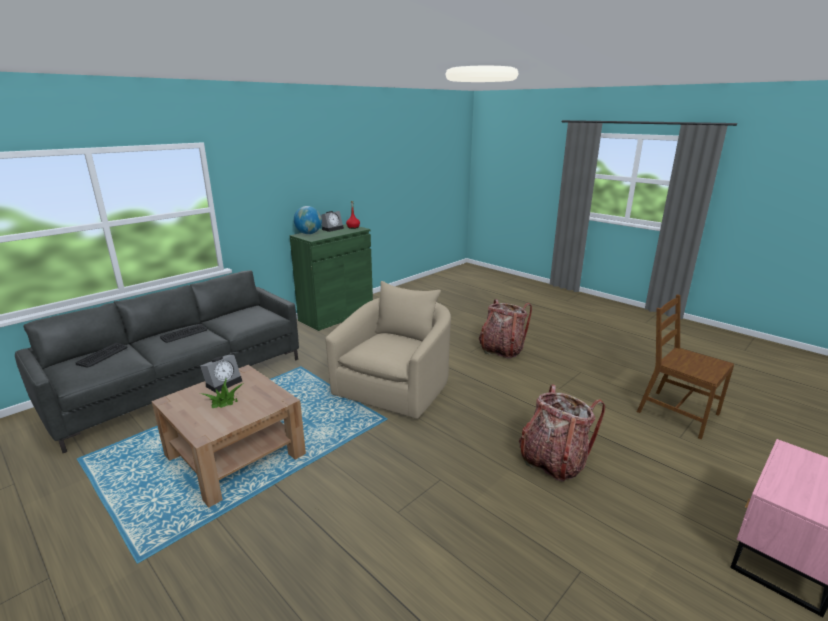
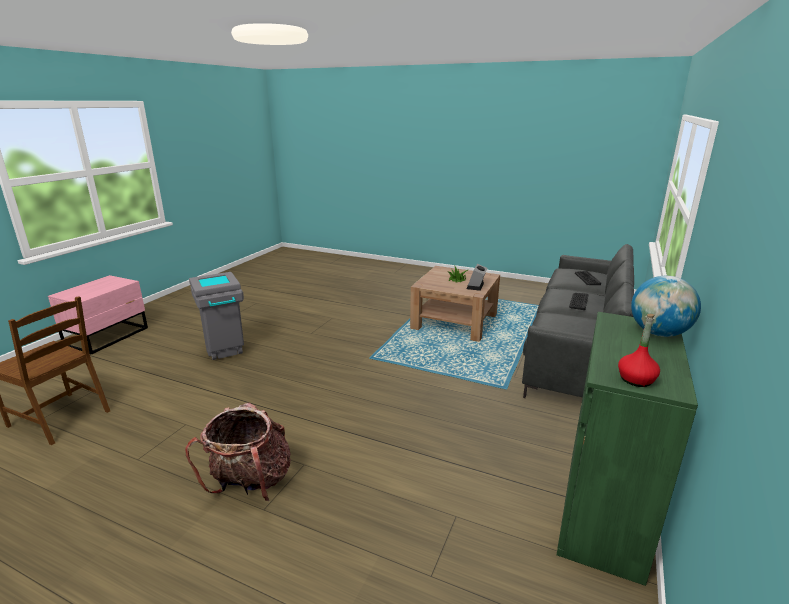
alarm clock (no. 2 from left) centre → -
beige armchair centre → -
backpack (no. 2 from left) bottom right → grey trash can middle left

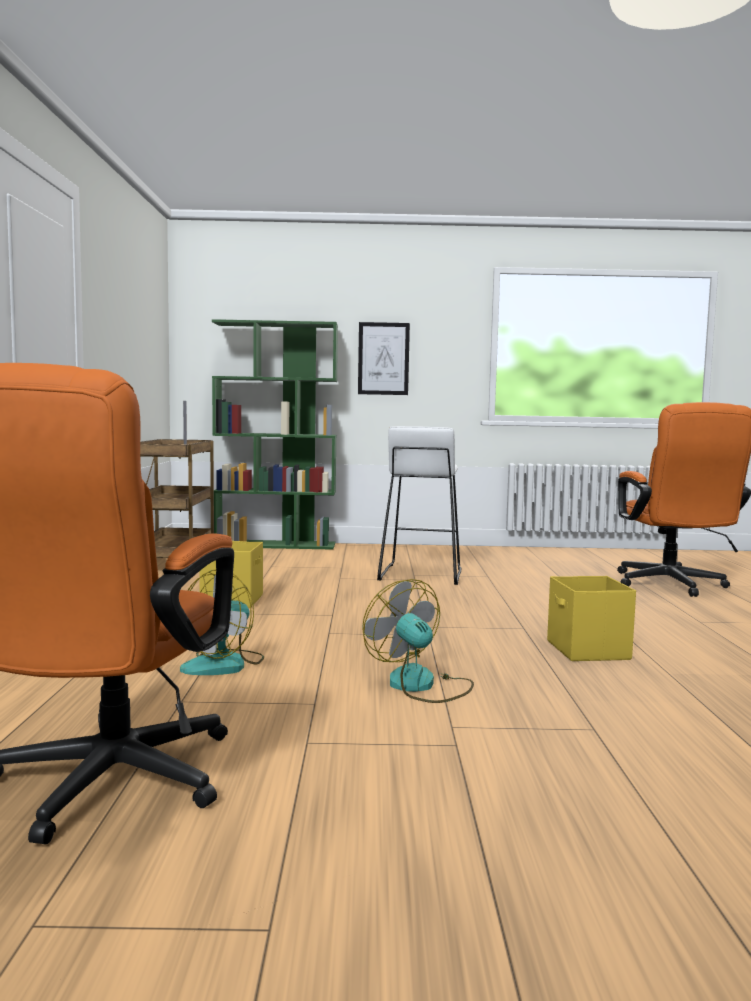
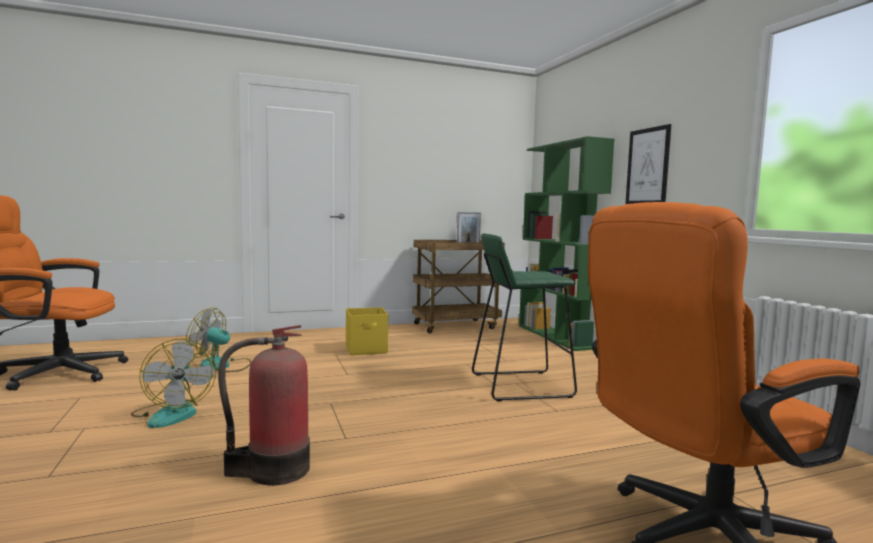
white stool centre → green stool centre
yellow storage box (no. 2 from left) middle right → fire extinguisher bottom left
fan (no. 2 from left in the first image) centre → fan (no. 1 from left) bottom left, 120 degrees clockwise

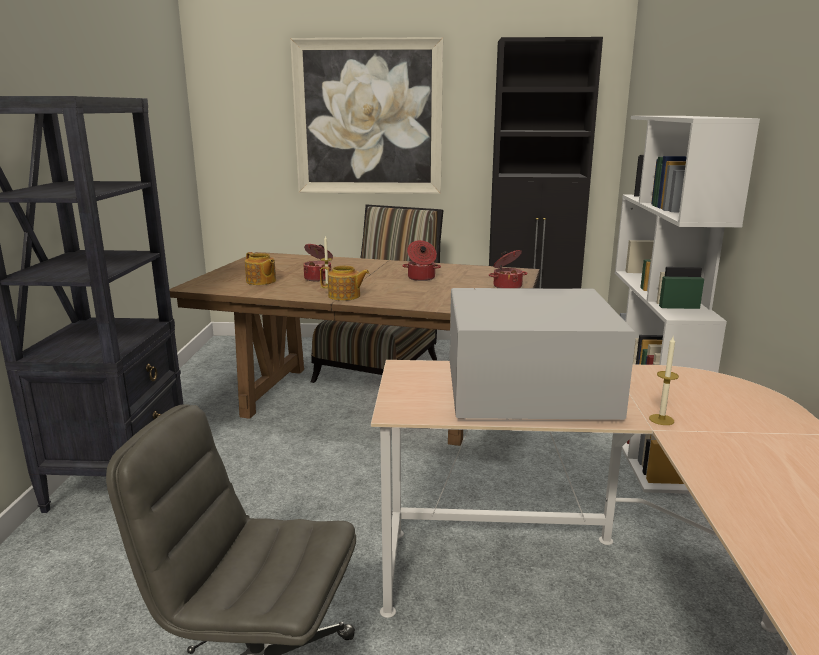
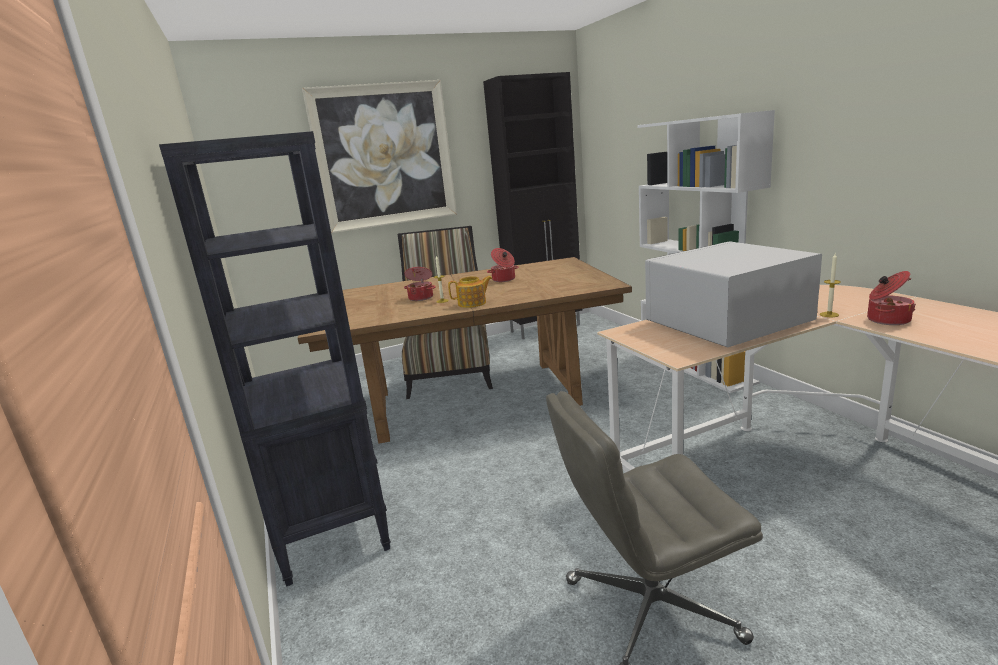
cooking pot (no. 3 from left) centre → cooking pot (no. 3 from left) middle right, shifted
teapot (no. 1 from left) middle left → -

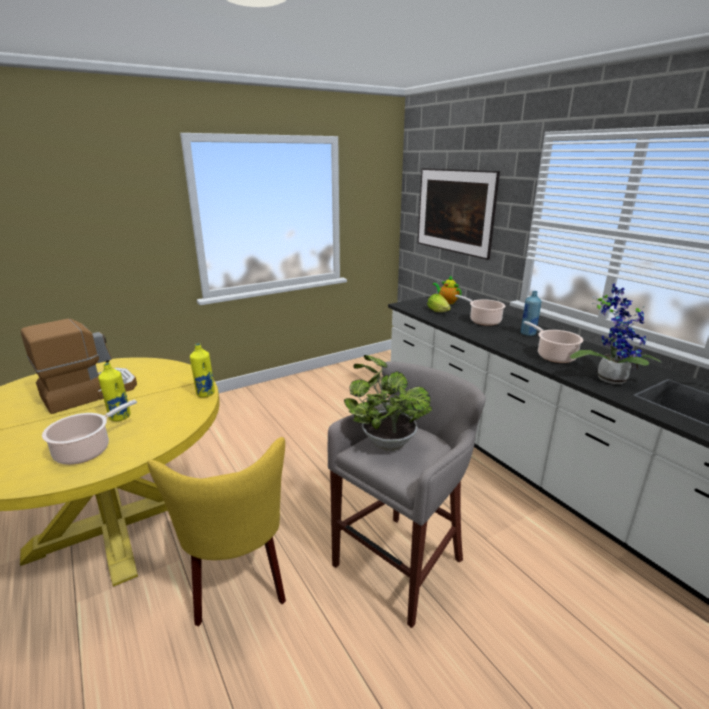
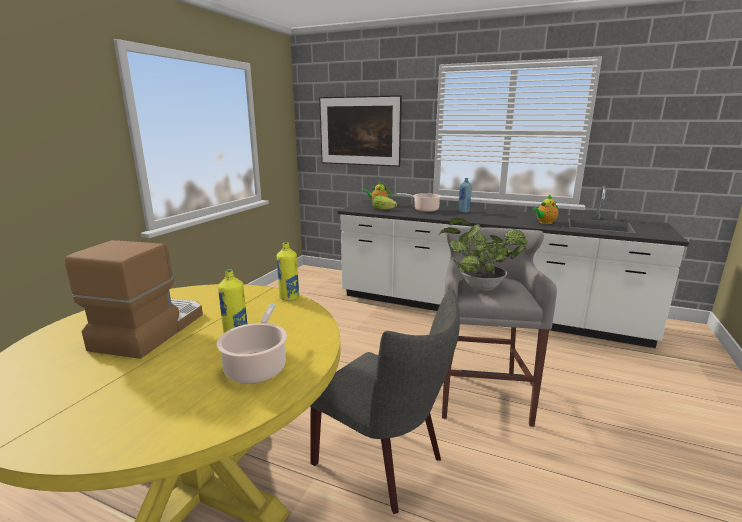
potted plant (no. 2 from left) middle right → teapot (no. 2 from left) middle right
cooking pot (no. 3 from left) middle right → -
yellow chair bottom left → grey chair bottom centre

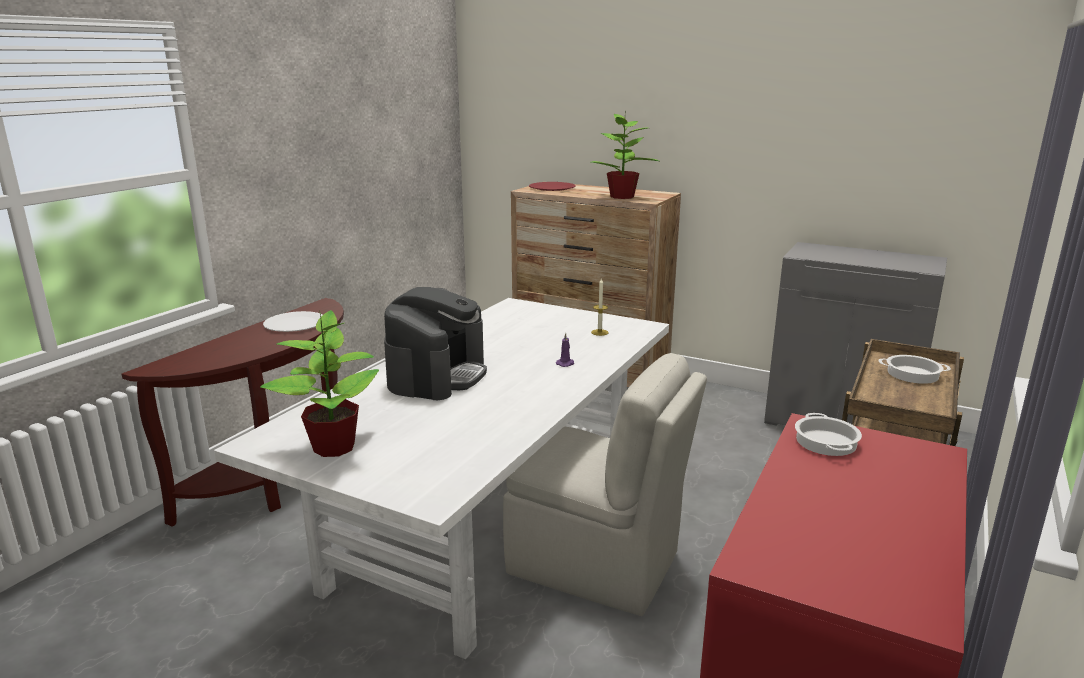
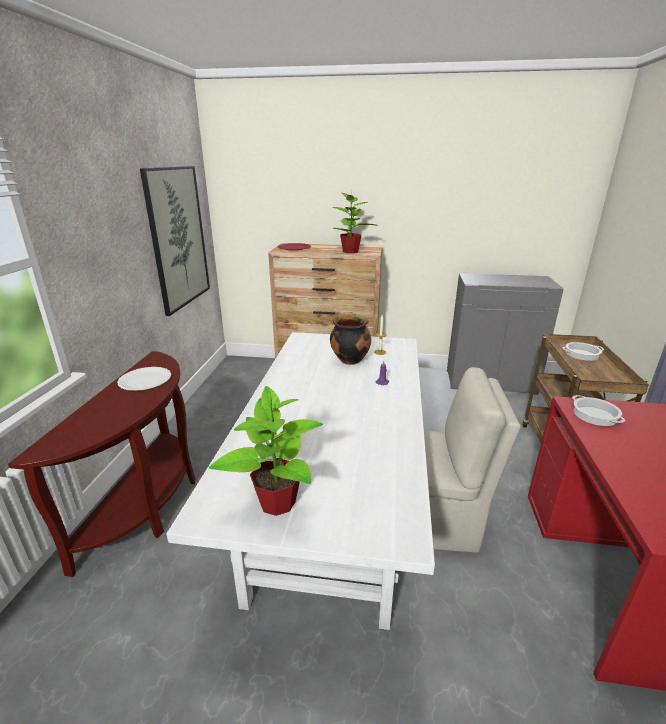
coffee machine centre → -
- → picture top left
- → cooking pot (no. 1 from left) centre

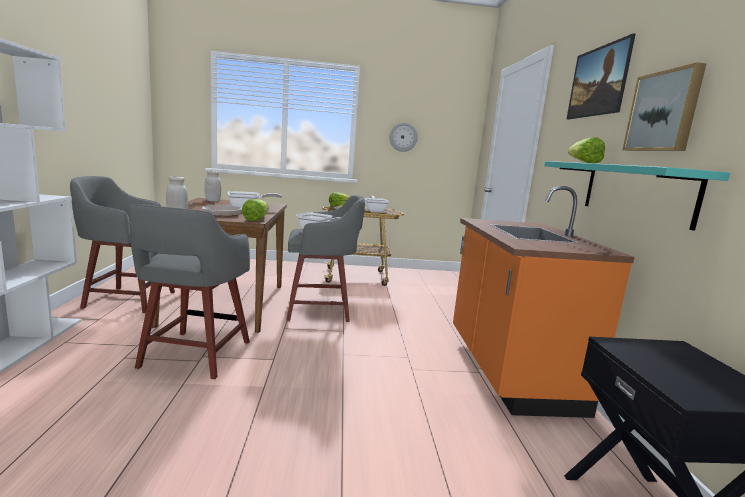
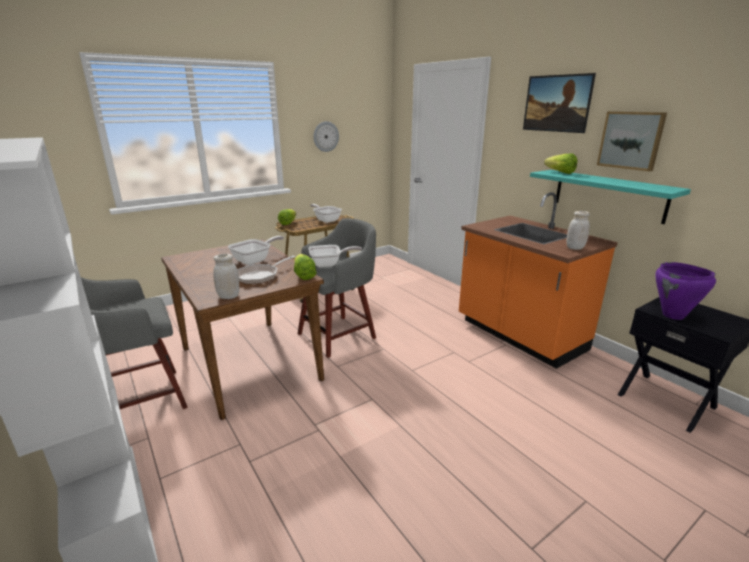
white jar (no. 2 from left) middle left → white jar (no. 2 from left) middle right, shifted
grey stool (no. 2 from left) middle left → -
- → purple cooking pot middle right

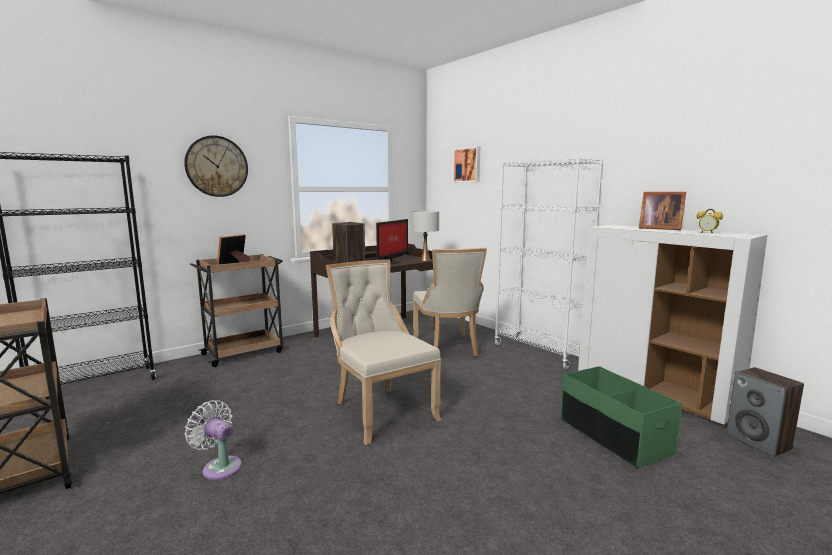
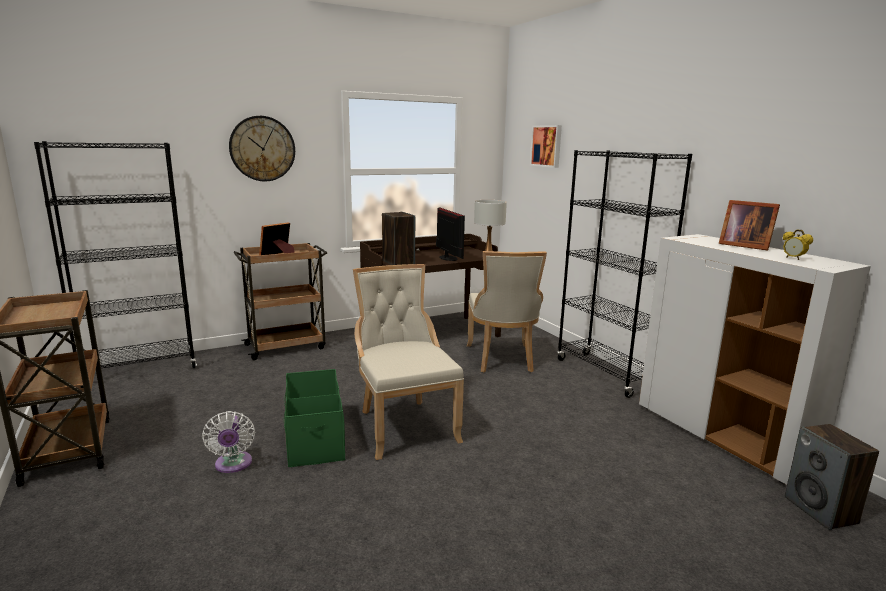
white bookcase centre → black bookcase (no. 2 from left) middle right
monitor centre, 60 degrees counterclockwise
green storage box bottom right → green storage box bottom centre, shifted
white fan bottom left, 150 degrees counterclockwise

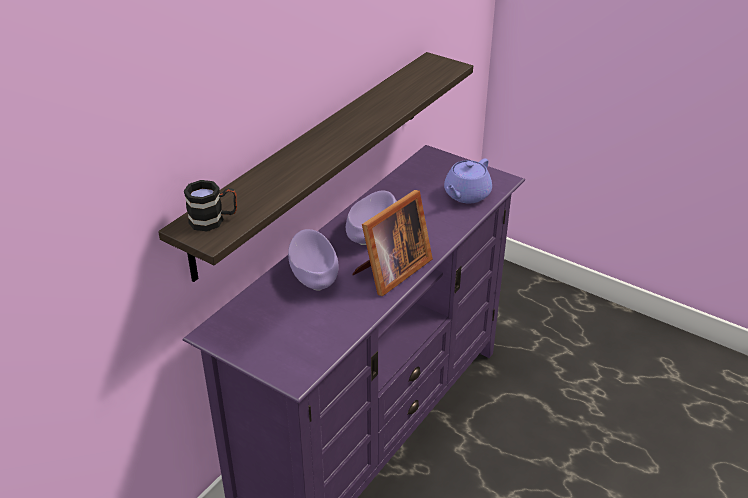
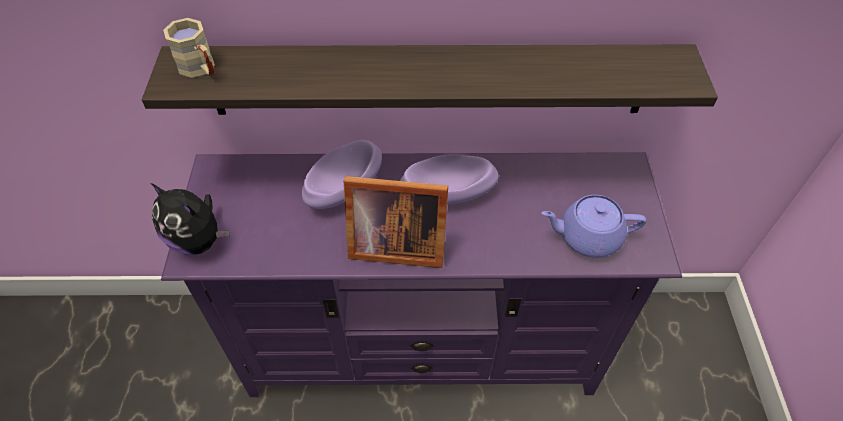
black mug middle left → beige mug top left
- → plush toy middle left

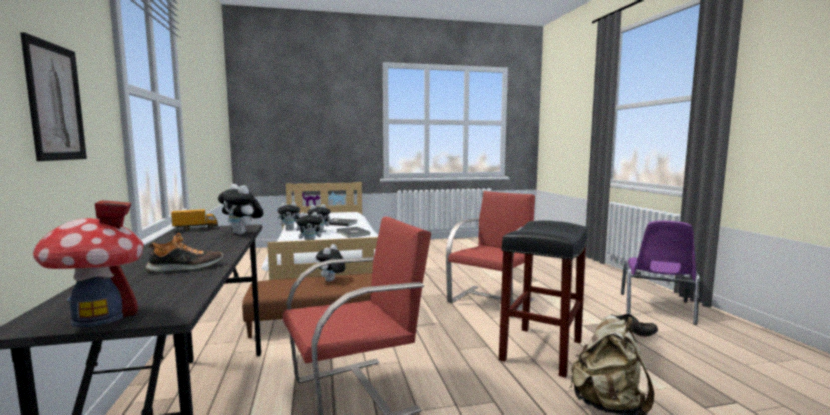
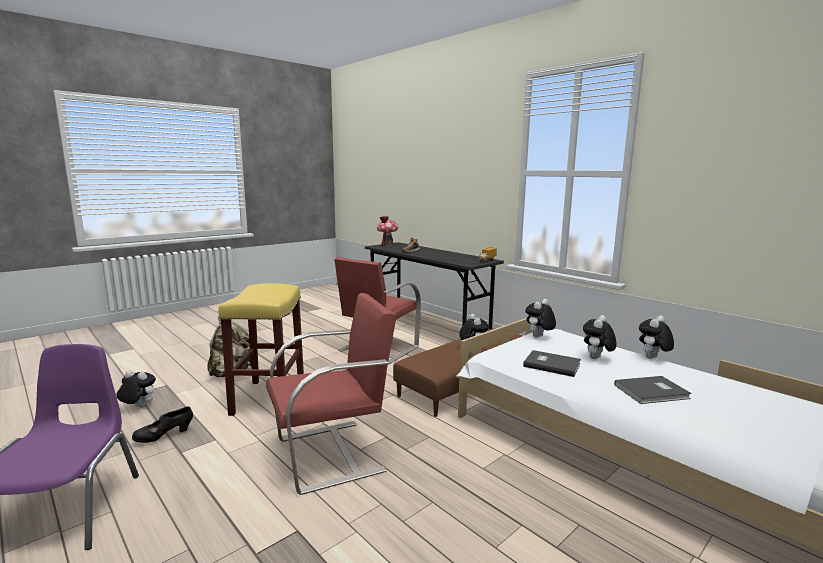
picture top left → -
plush toy (no. 1 from left) middle left → plush toy (no. 1 from left) bottom left, shifted
red chair (no. 2 from left in the first image) centre → red chair (no. 1 from left) bottom centre, 120 degrees counterclockwise
black stool bottom centre → yellow stool middle left

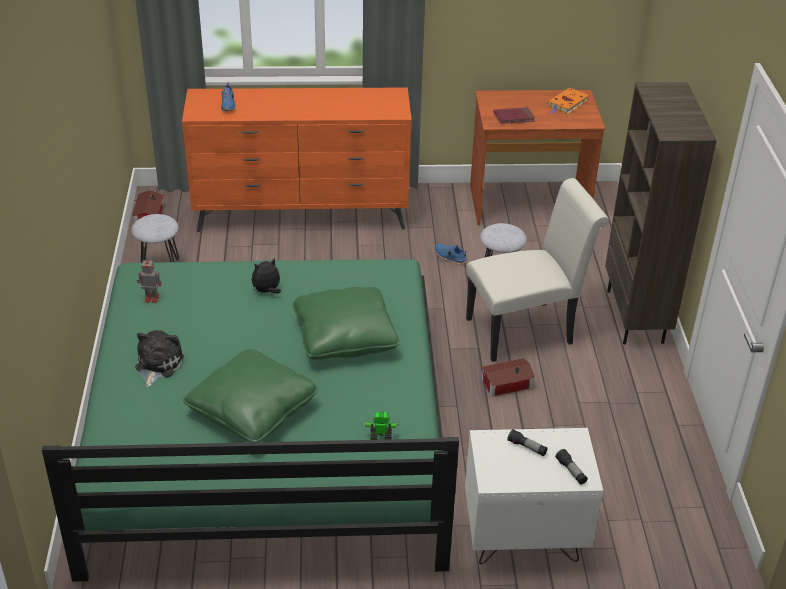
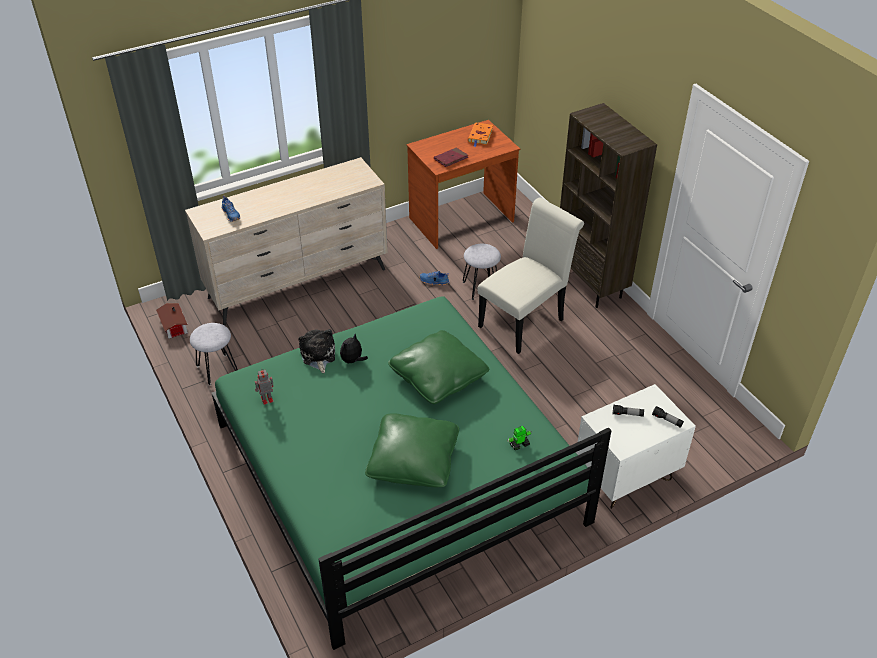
orange dresser top centre → beige dresser middle left
plush toy (no. 1 from left) middle left → plush toy (no. 1 from left) centre, shifted
toy house (no. 2 from left) centre → -

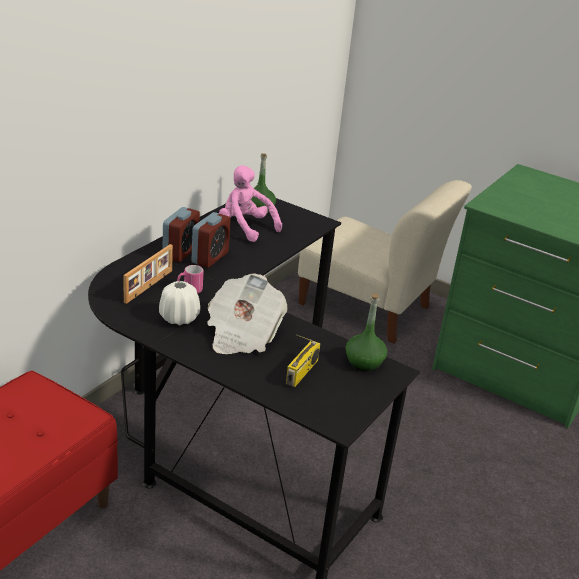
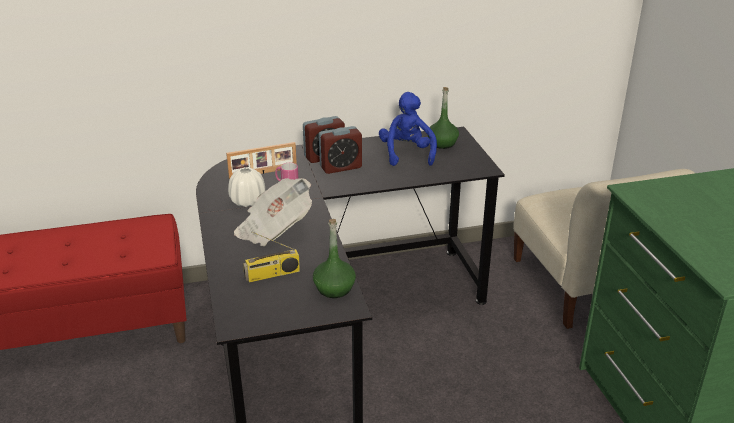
pink plush toy centre → blue plush toy top centre

